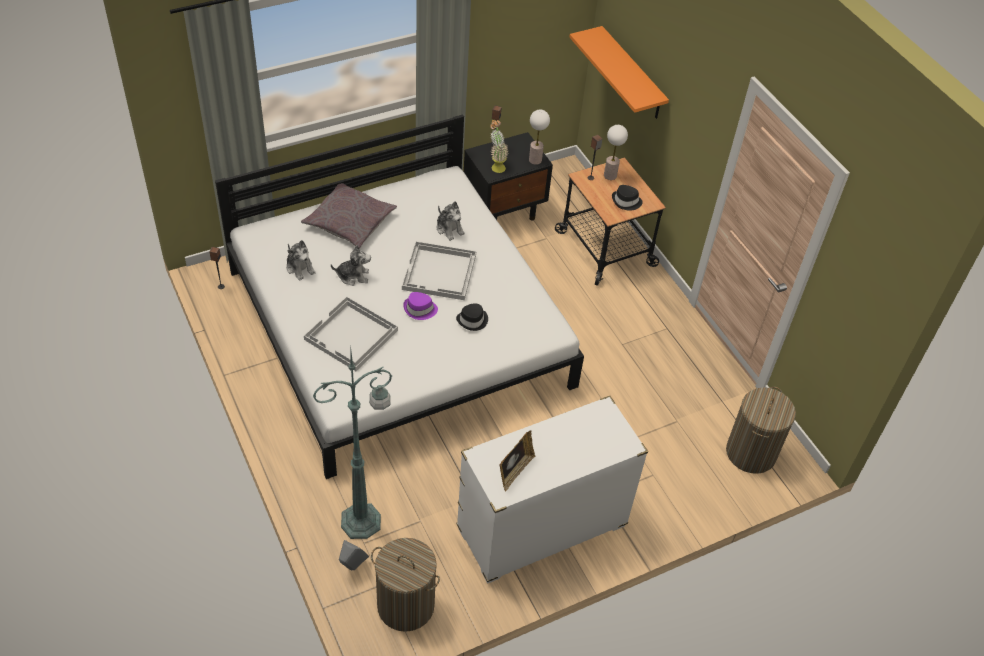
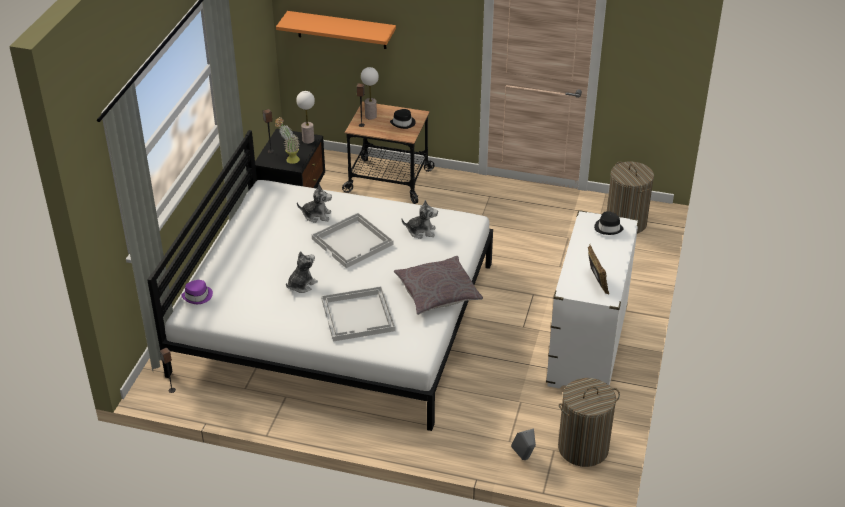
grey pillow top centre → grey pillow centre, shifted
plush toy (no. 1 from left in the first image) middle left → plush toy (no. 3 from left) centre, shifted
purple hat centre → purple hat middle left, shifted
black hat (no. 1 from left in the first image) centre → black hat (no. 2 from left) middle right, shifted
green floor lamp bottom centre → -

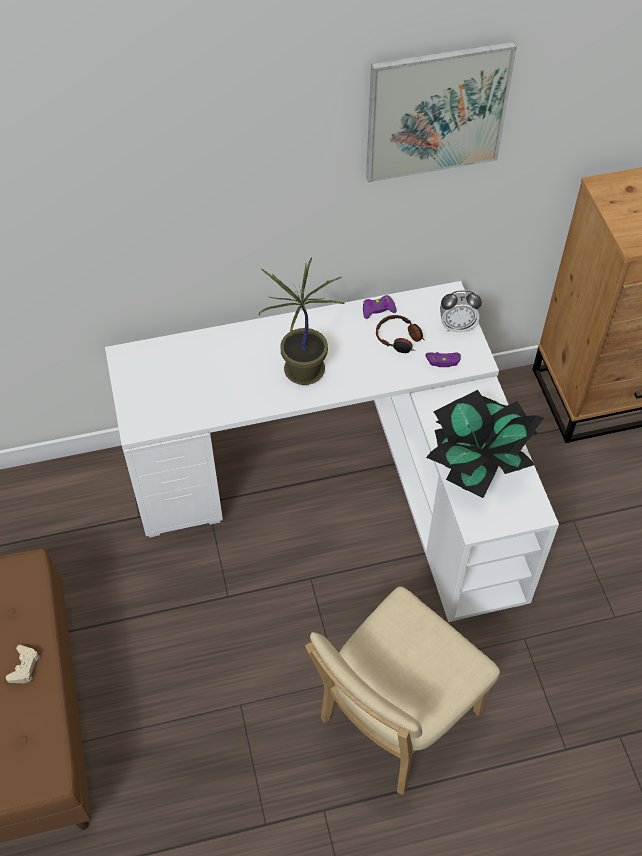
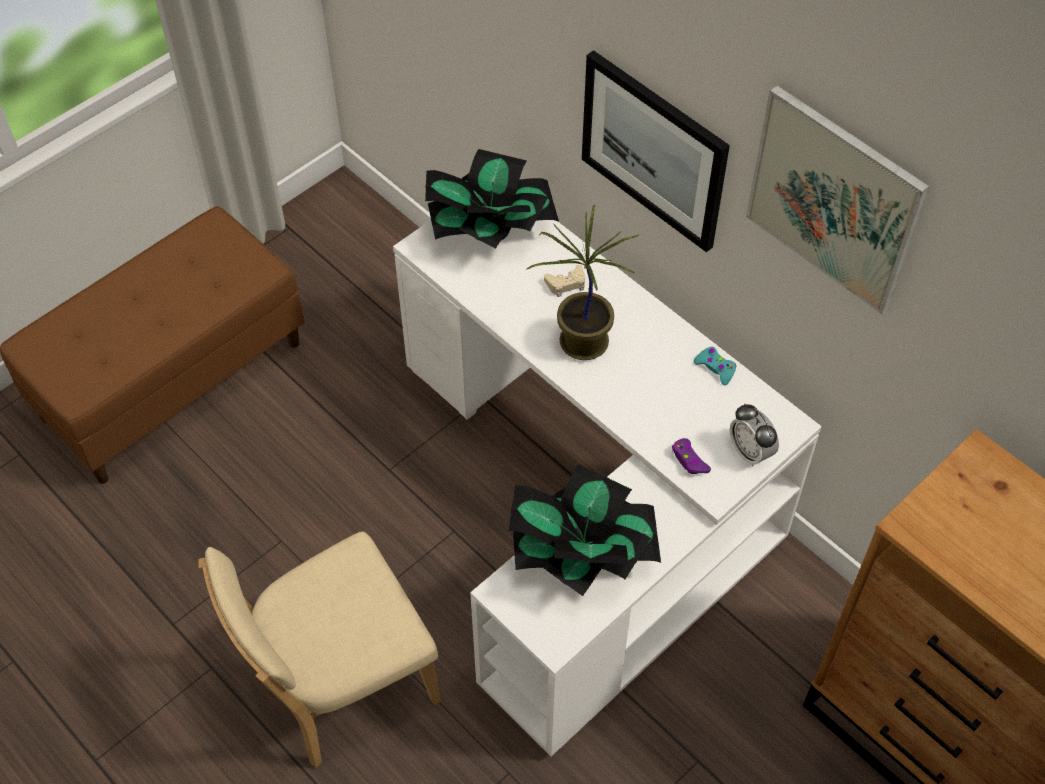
purple game controller (no. 1 from left) centre → turquoise game controller middle right
headphones centre → -
beige chair bottom centre → beige chair bottom left, 45 degrees counterclockwise
beige game controller bottom left → beige game controller centre, shifted
- → picture (no. 1 from left) top centre
- → potted plant (no. 1 from left) top centre

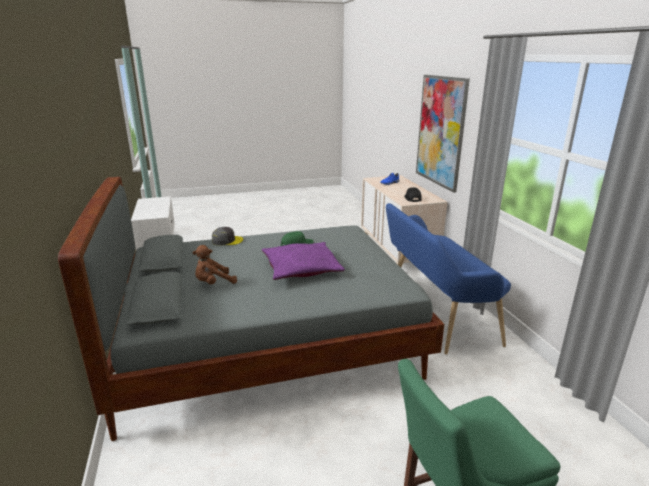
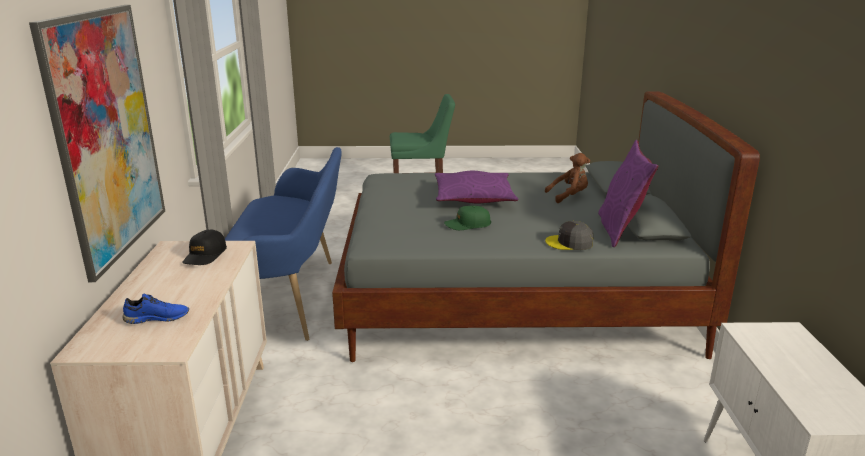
- → purple pillow (no. 2 from left) middle right

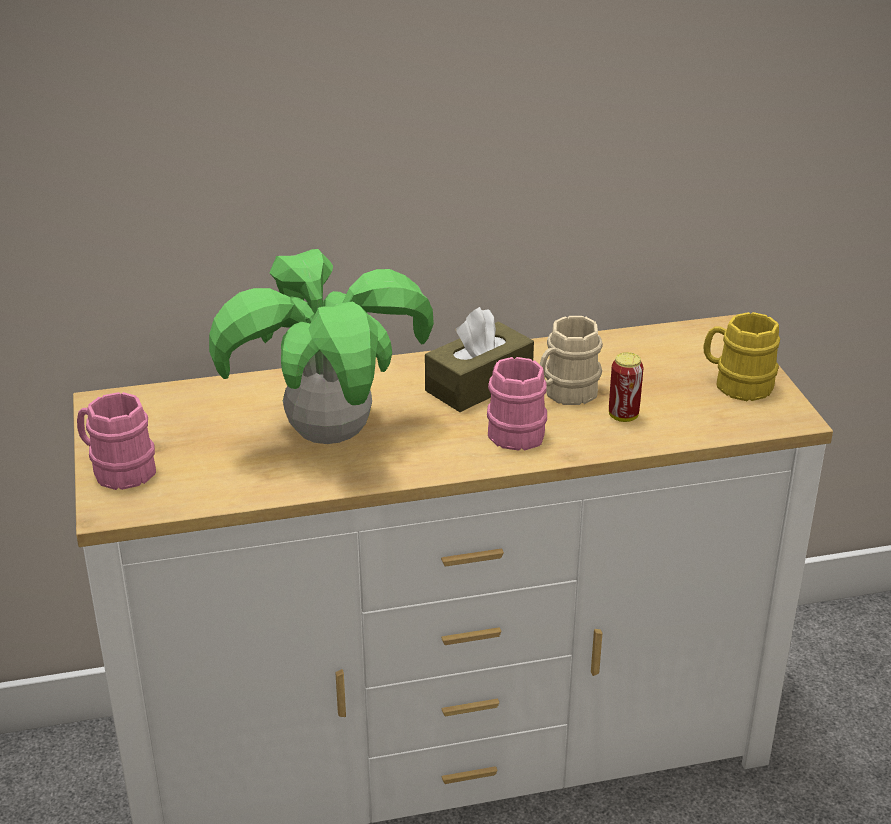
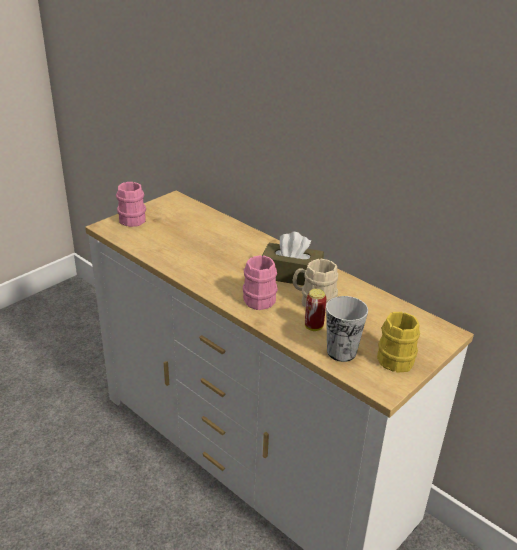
potted plant centre → -
- → cup middle right

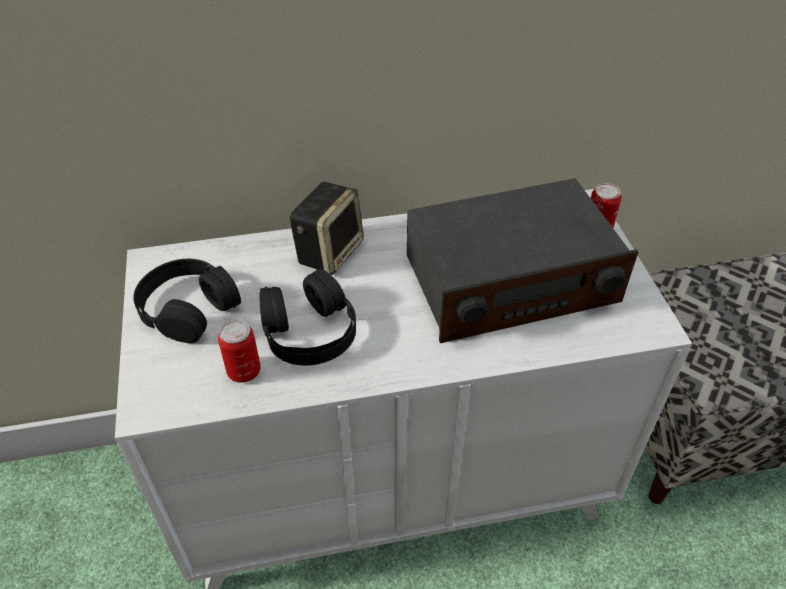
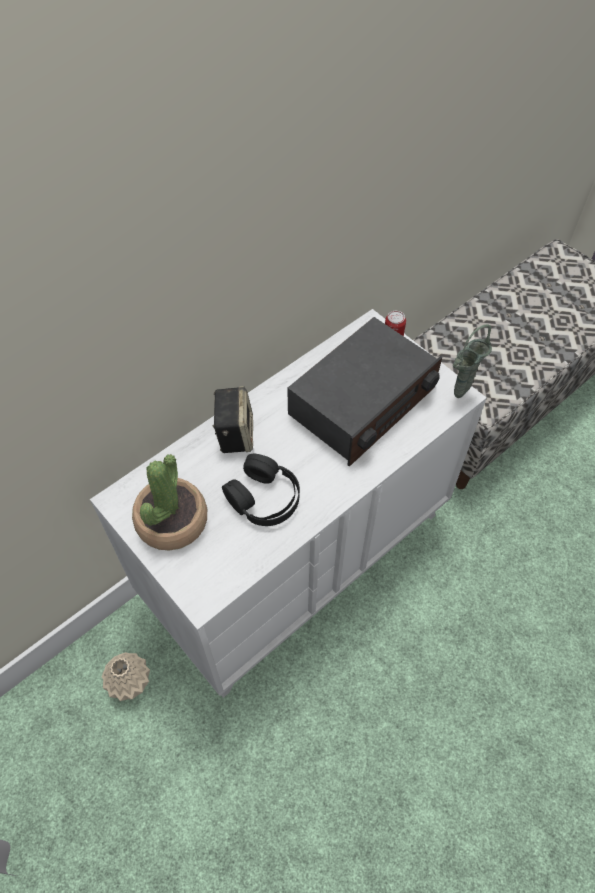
black headphones (no. 1 from left) middle left → potted plant middle left
can (no. 1 from left) middle left → -
- → green vase middle right
- → beige vase bottom left

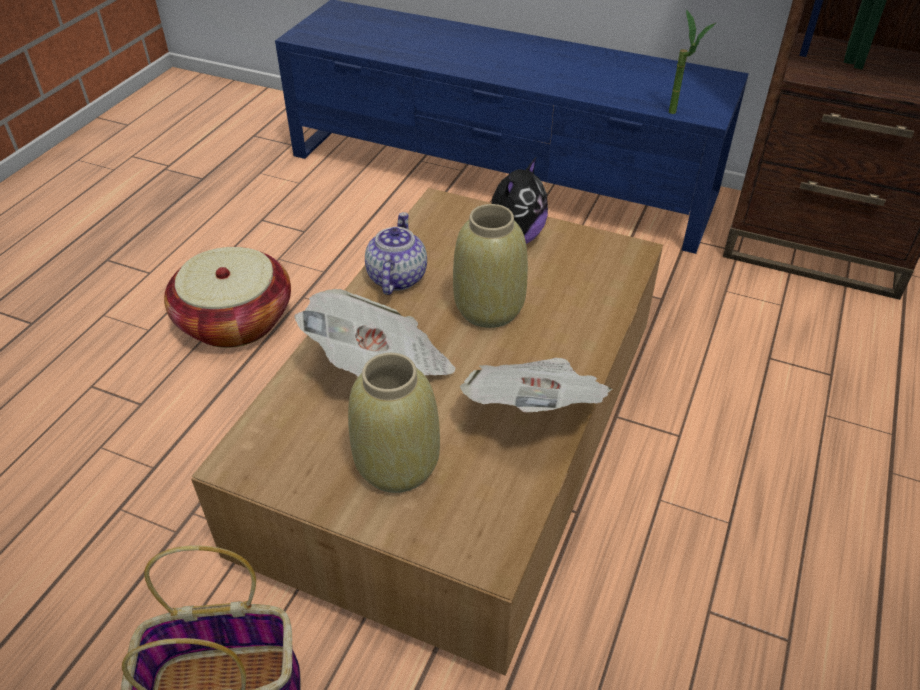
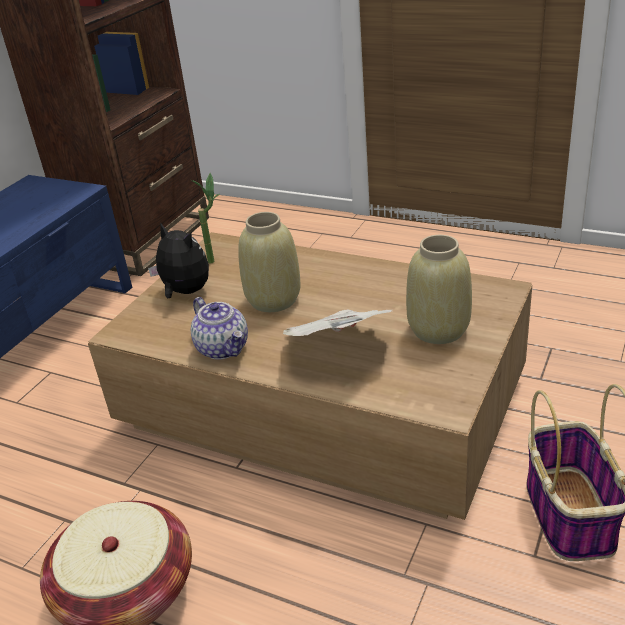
potted plant top right → potted plant middle left, shifted
teapot centre, 135 degrees counterclockwise
newspaper (no. 2 from left) centre → -

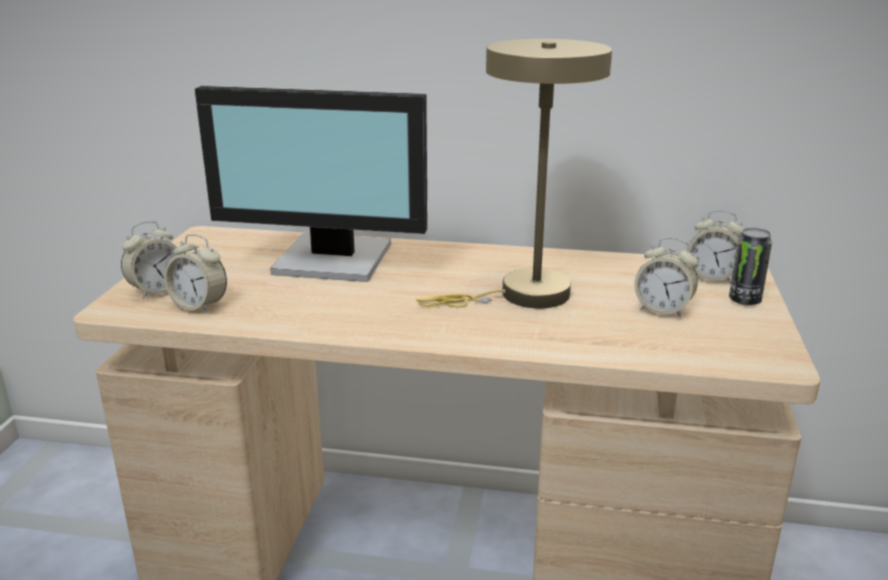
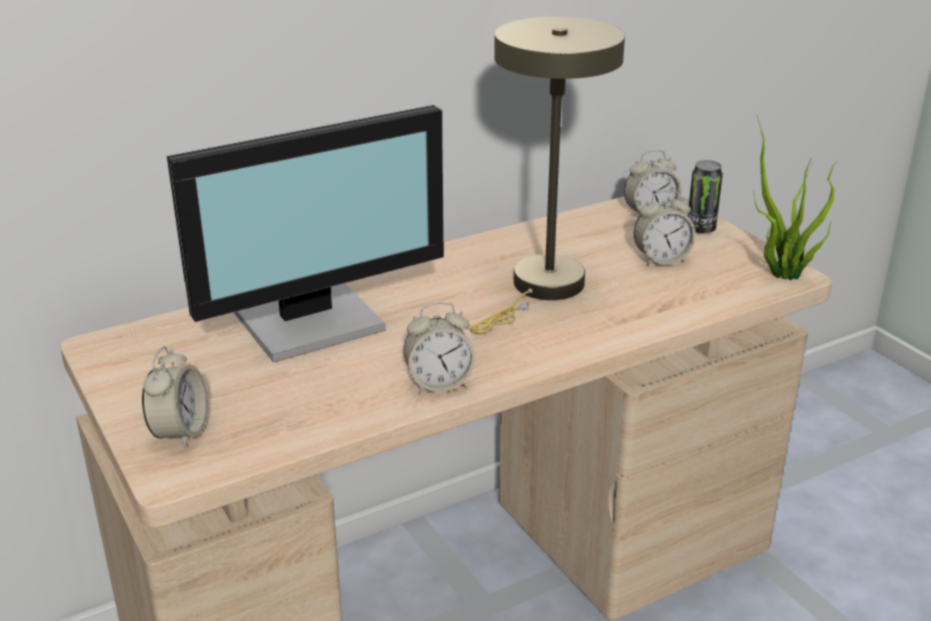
alarm clock (no. 2 from left) middle left → alarm clock (no. 2 from left) centre, shifted
- → potted plant top right

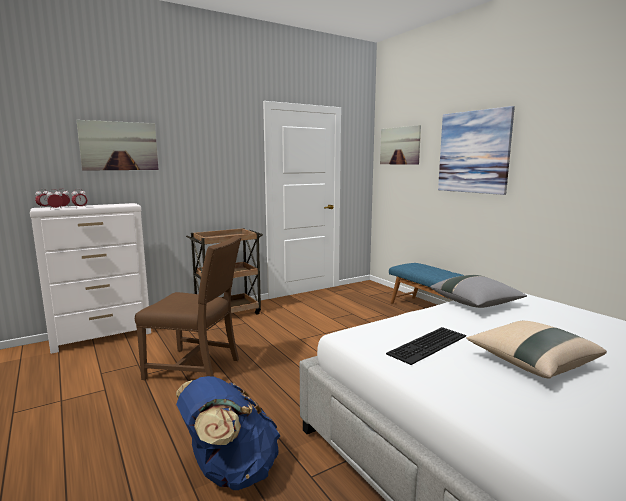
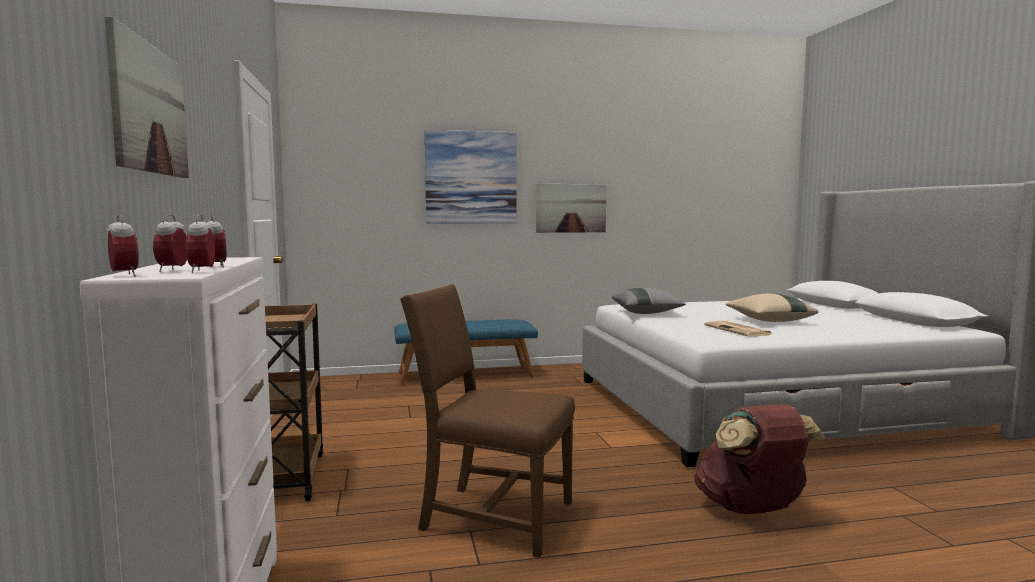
picture (no. 2 from left in the first image) top centre → picture (no. 3 from left) centre, shifted
brown chair middle left → brown chair bottom centre, 105 degrees counterclockwise
keyboard bottom right → newspaper middle right
blue backpack bottom centre → brown backpack bottom right

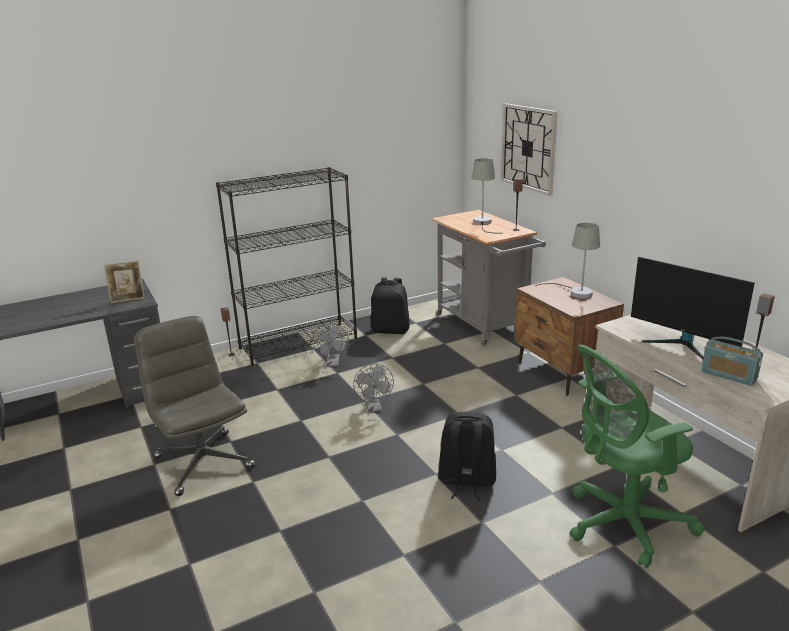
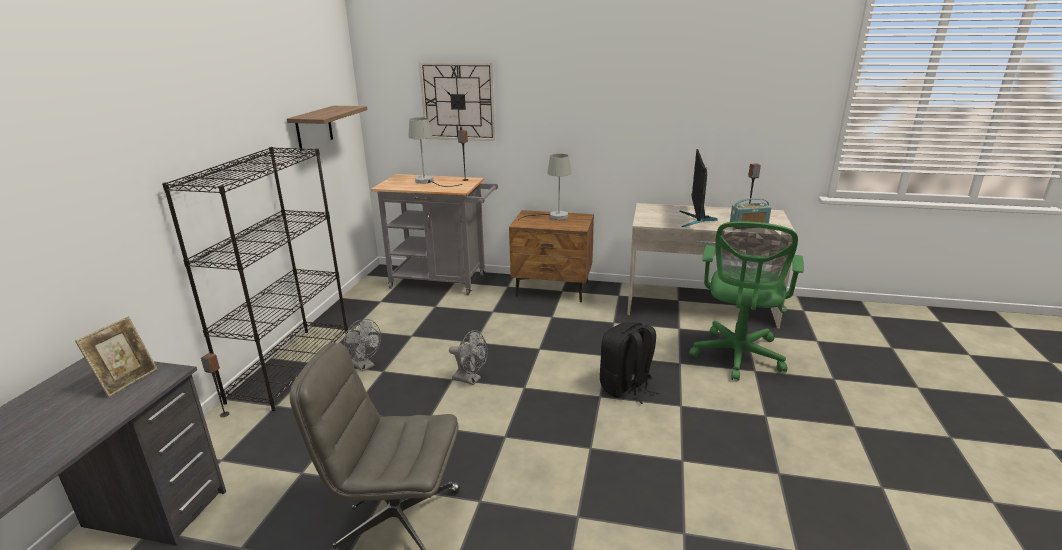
monitor middle right → monitor centre, 105 degrees clockwise
black backpack (no. 1 from left) centre → -
- → shelf top left

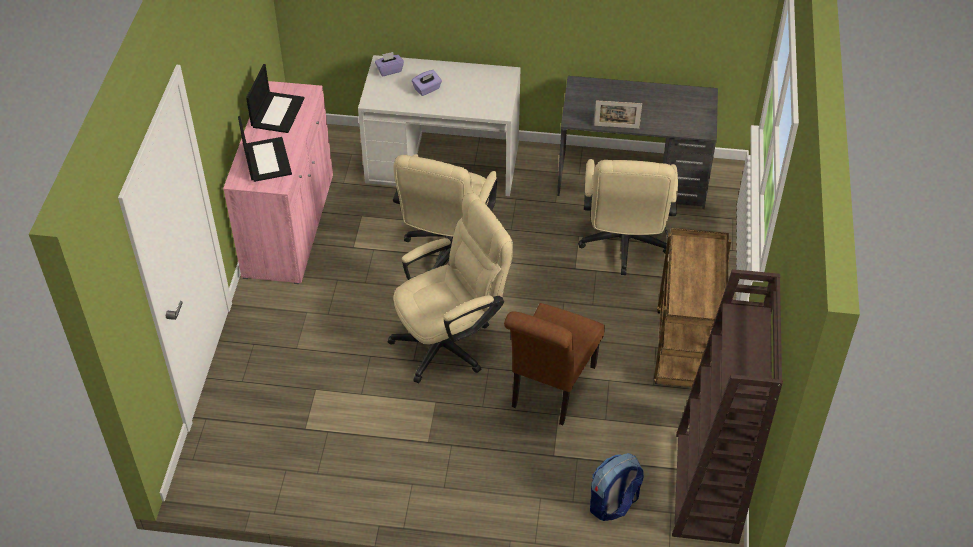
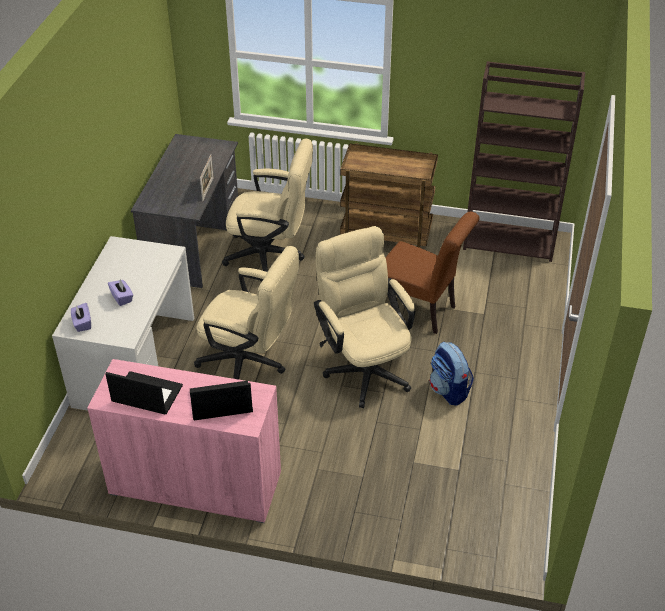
backpack bottom centre → backpack middle right, shifted

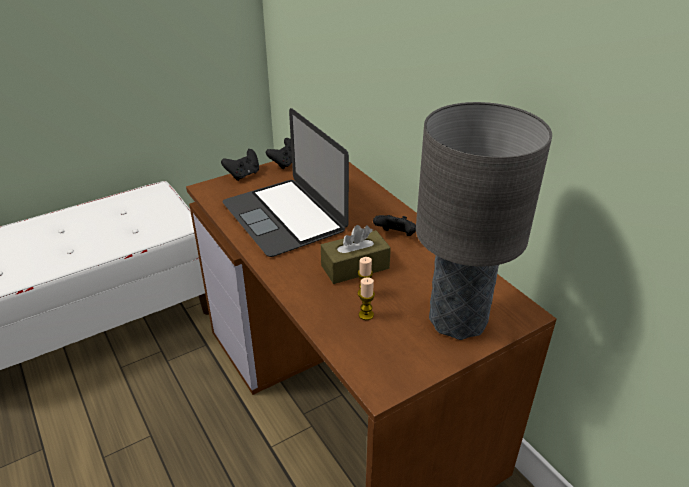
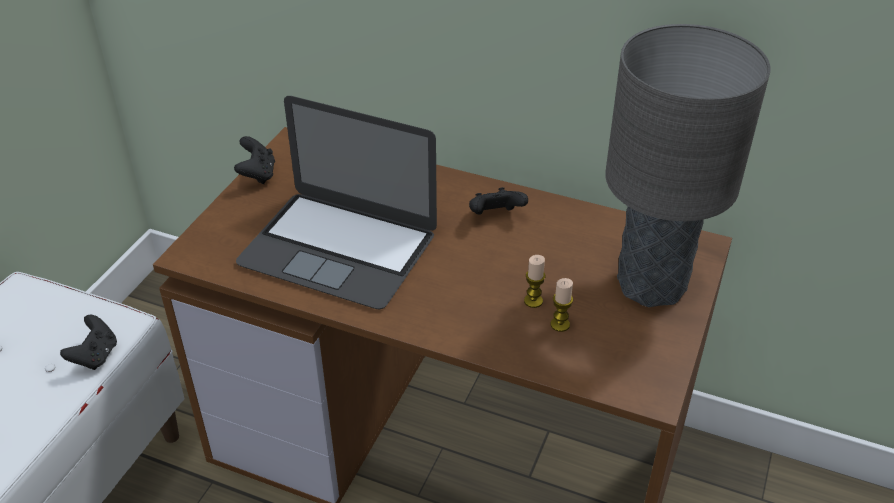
black game controller (no. 1 from left) centre → black game controller (no. 1 from left) bottom left, shifted
brown tissue box centre → -

